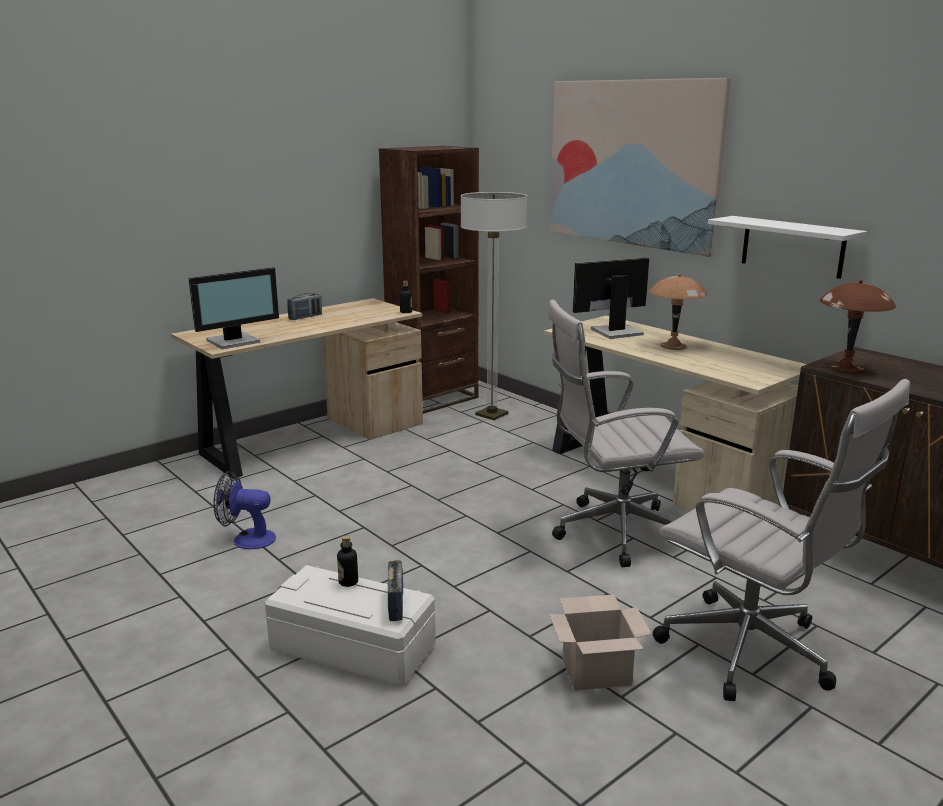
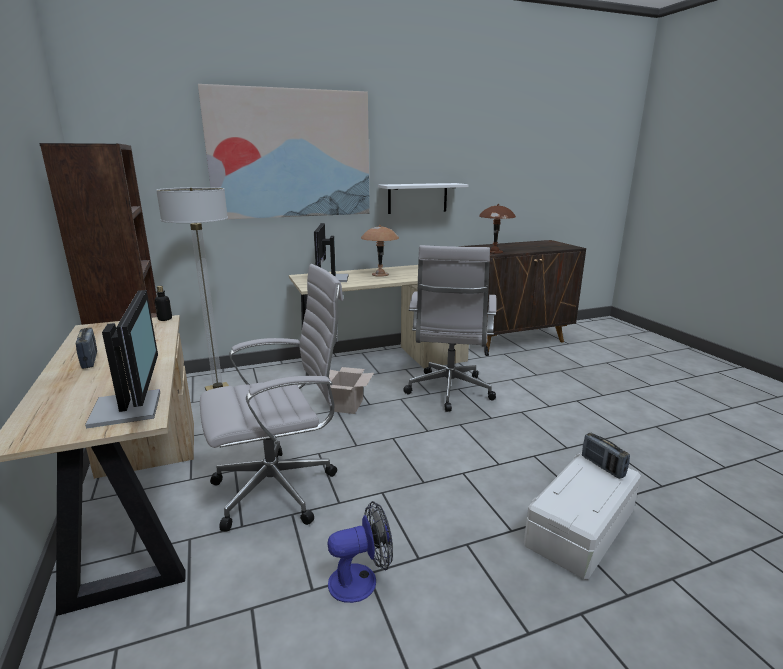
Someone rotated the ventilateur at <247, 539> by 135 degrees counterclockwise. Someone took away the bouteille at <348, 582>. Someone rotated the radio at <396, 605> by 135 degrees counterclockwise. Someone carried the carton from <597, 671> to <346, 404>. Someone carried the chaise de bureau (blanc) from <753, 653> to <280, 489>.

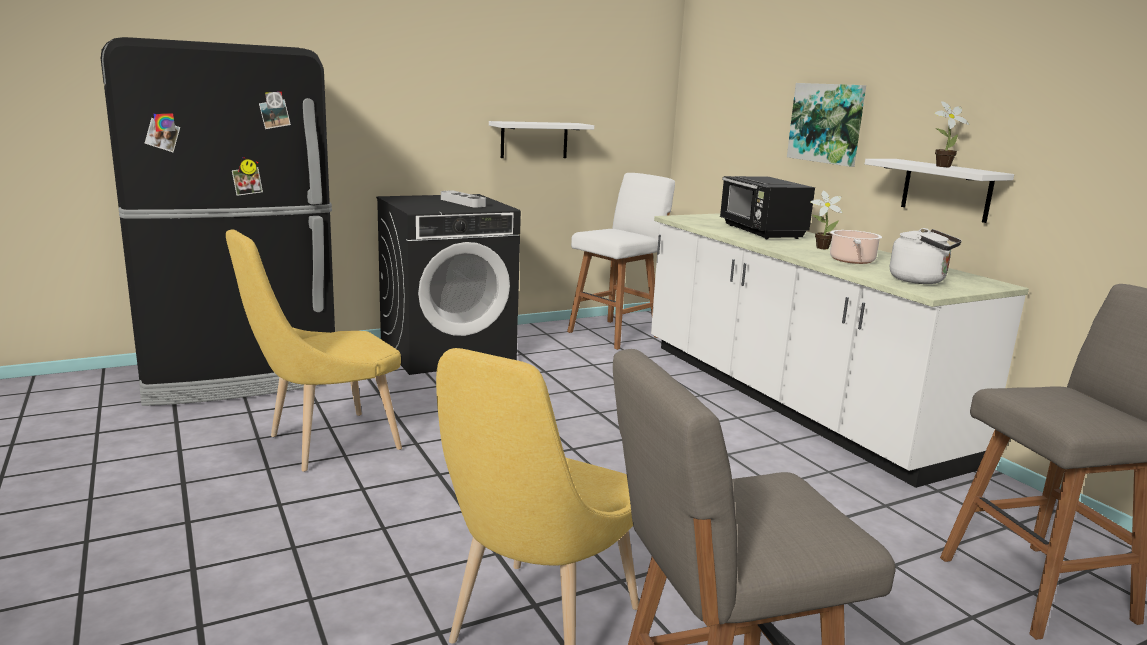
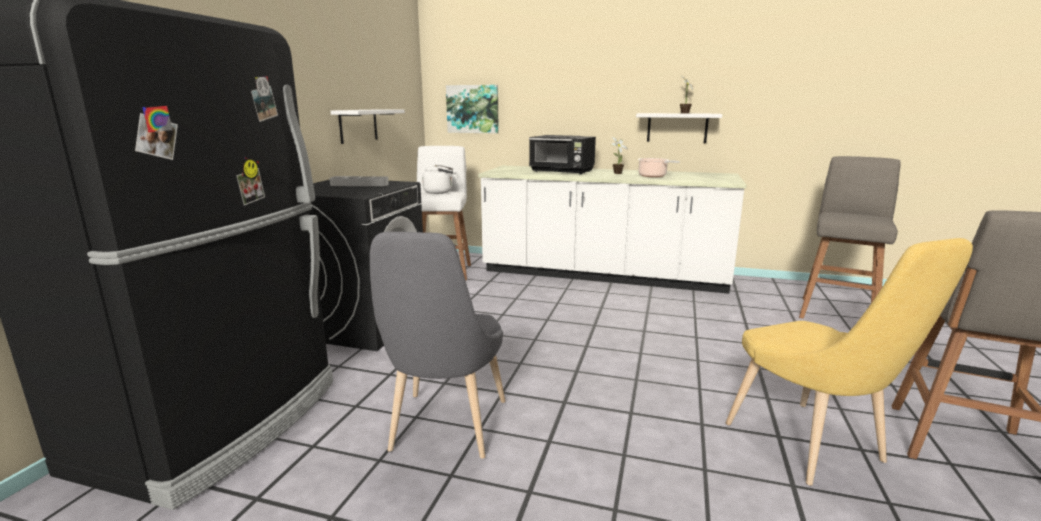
Someone repainted the chaise (jaune) at <325, 444>, which became the chaise (gris) at <445, 430>. Someone carried the tableau from <827, 123> to <473, 109>. Someone carried the bouilloire (blanc) from <920, 281> to <440, 192>.

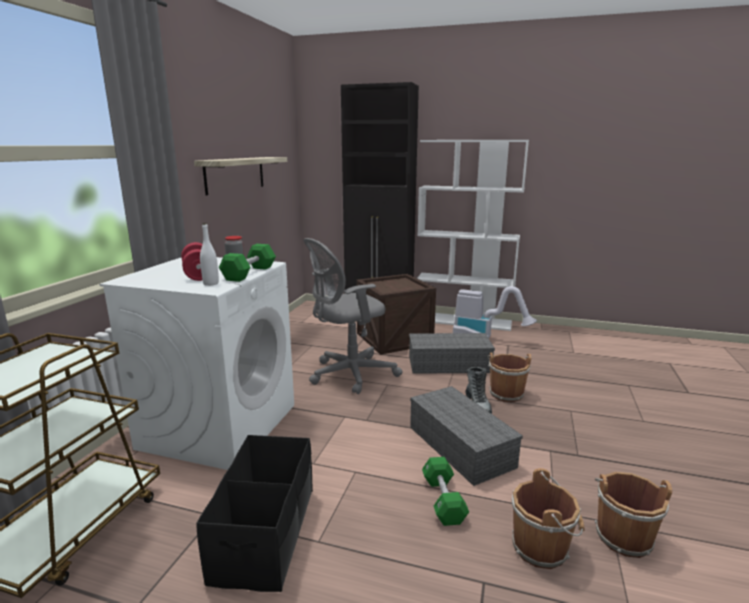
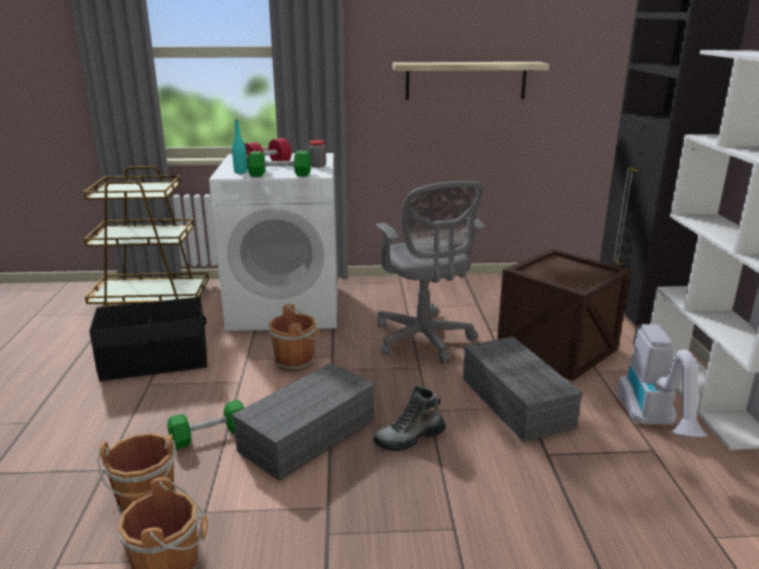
Someone repainted the bouteille (blanc) at <211, 283>, which became the bouteille (turquoise) at <240, 172>. Someone rotated the chaise de bureau (gris) at <349, 374> by 150 degrees counterclockwise. Someone carried the seau (marron) from <505, 393> to <296, 361>.

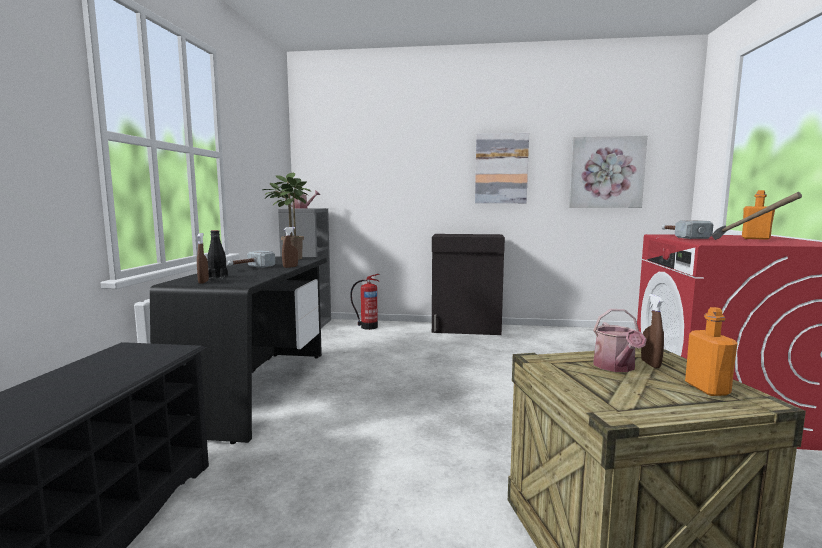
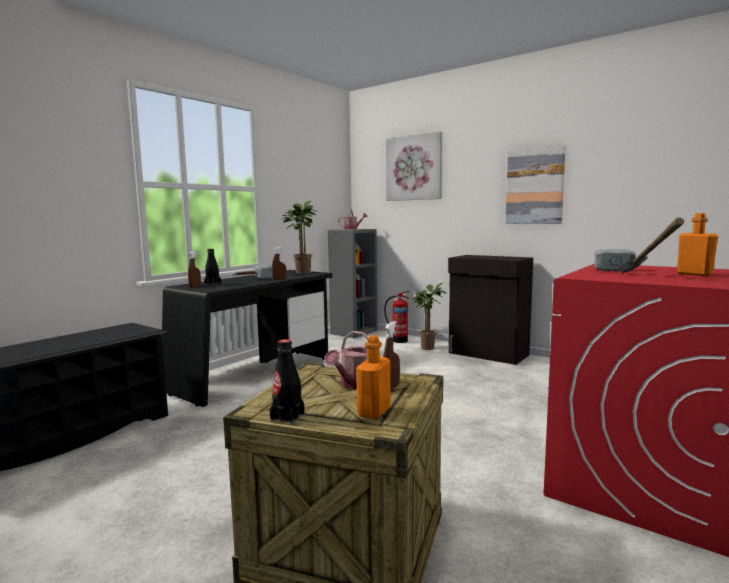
Someone carried the tableau from <606, 172> to <414, 168>. Someone put down the bouteille (noir) at <287, 417>. Someone put down the plante en pot at <427, 347>.

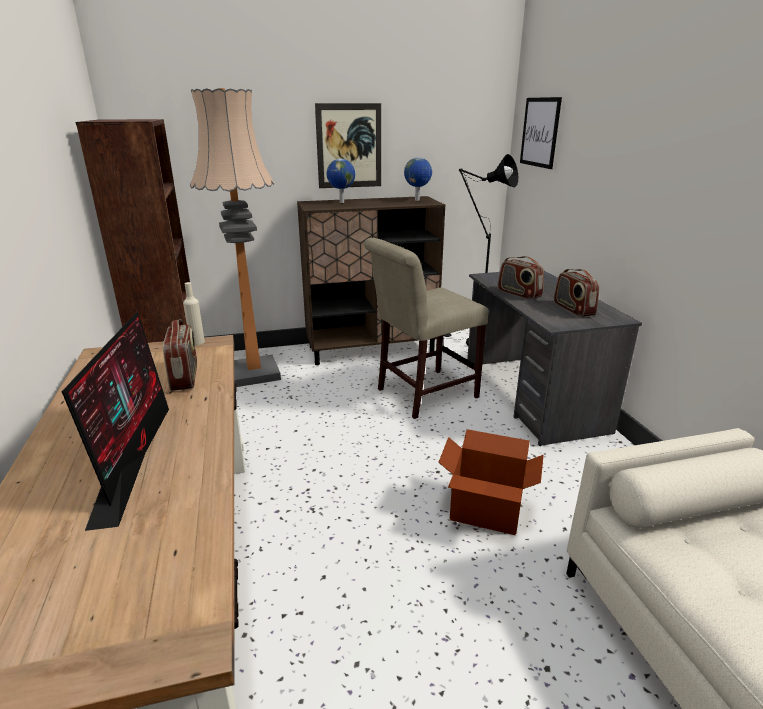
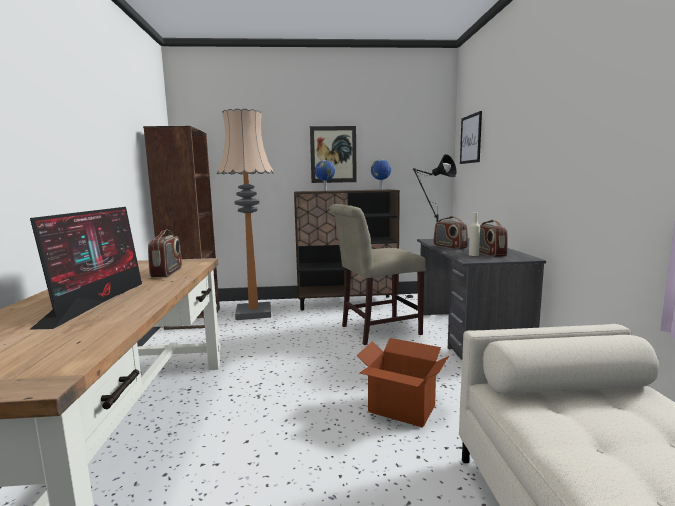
Someone carried the bouteille (beige) from <197, 342> to <473, 255>.

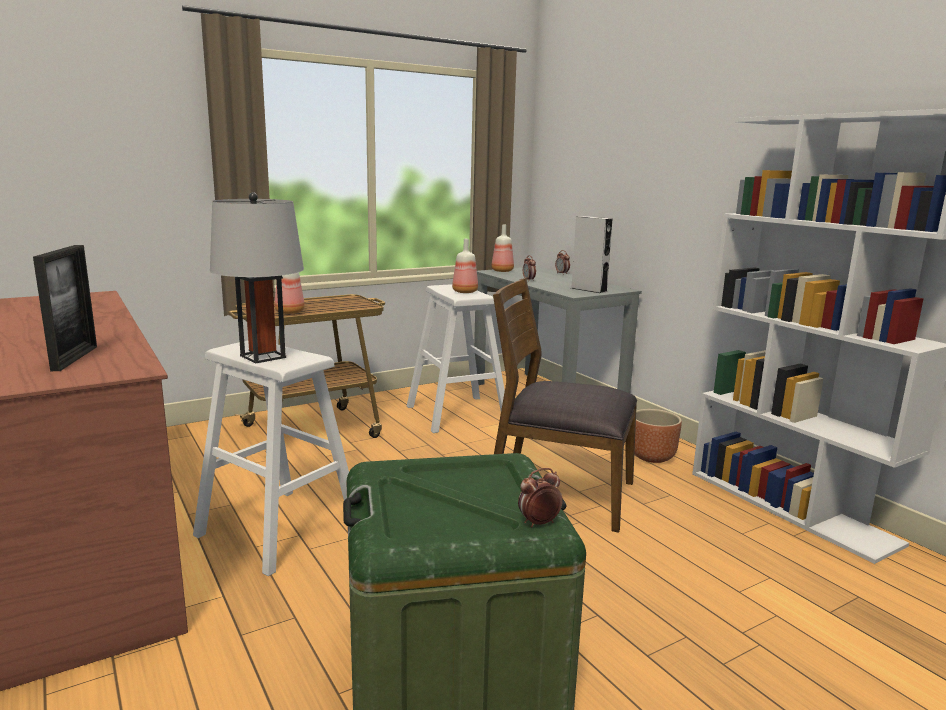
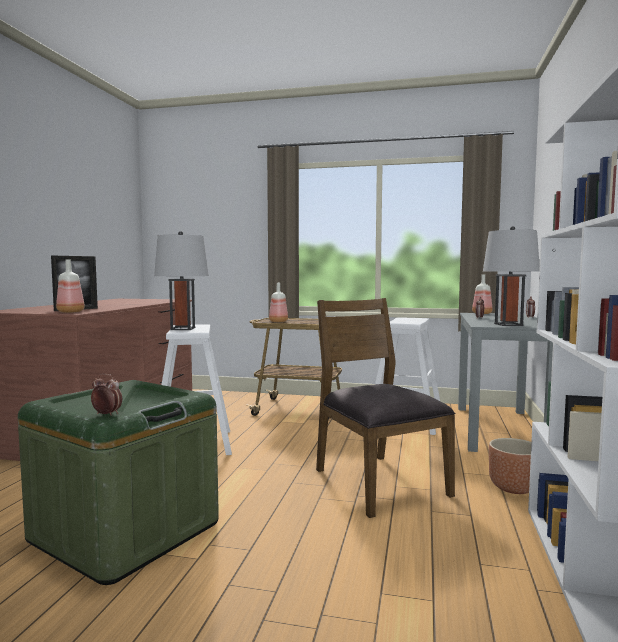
Someone carried the bouteille from <464, 291> to <71, 312>. Someone swapped the enceinte (gris) at <589, 290> for the lampe de table (gris) at <508, 324>.

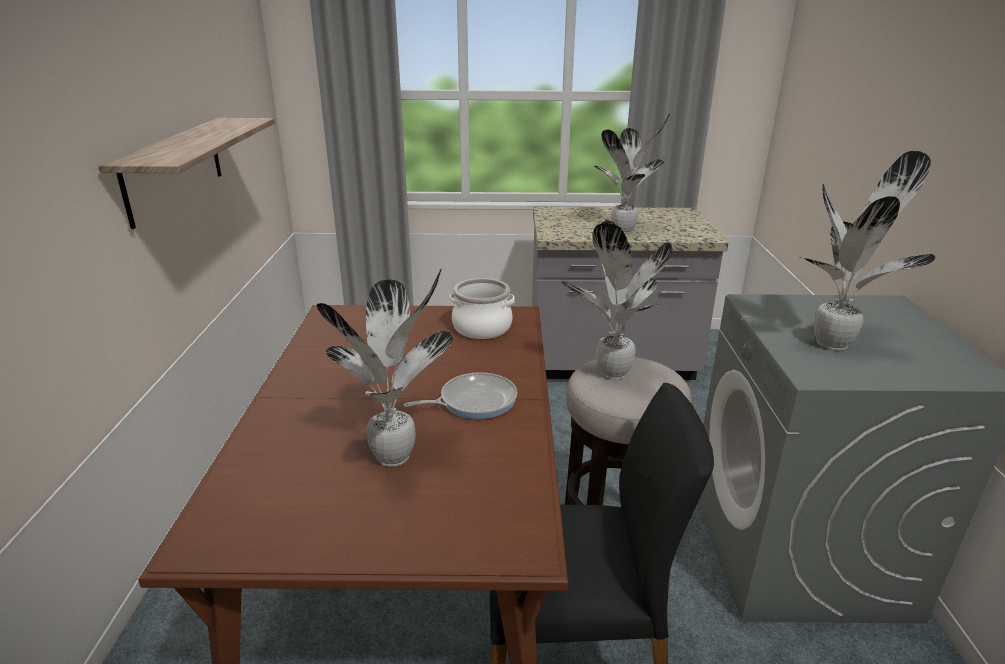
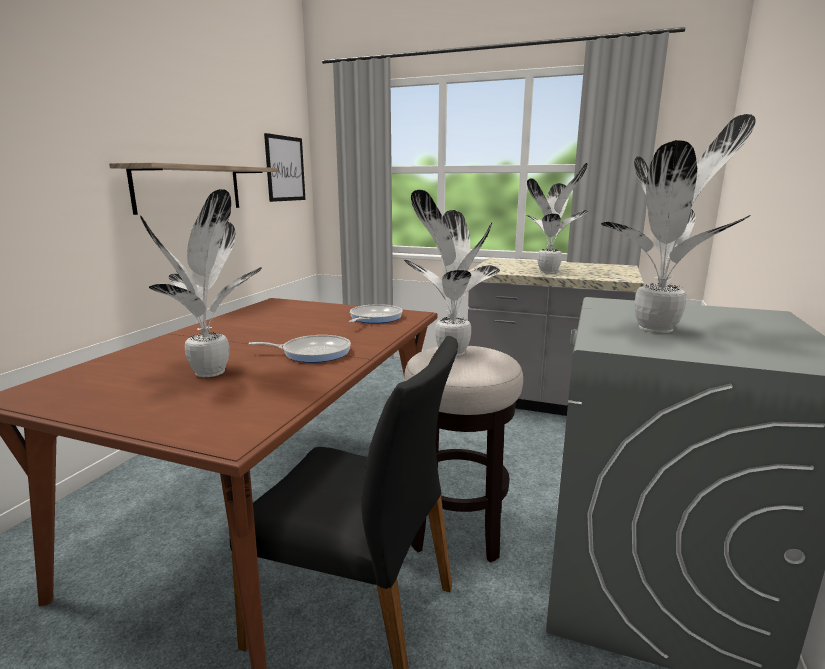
Someone swapped the marmite at <482, 328> for the poêle at <374, 318>. Someone put up the tableau at <285, 168>.

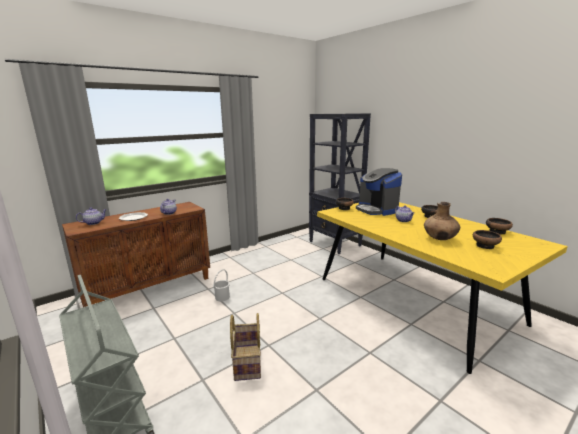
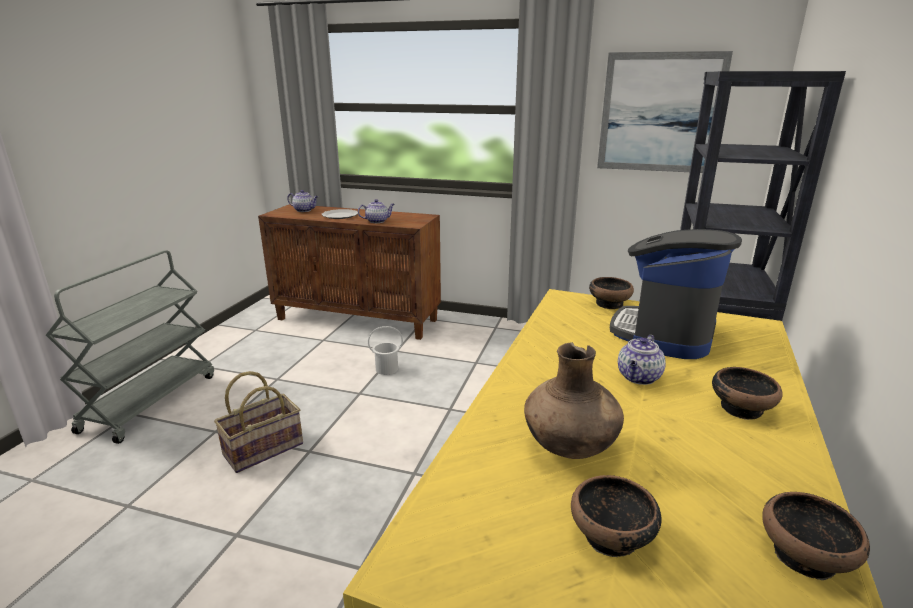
Someone put up the tableau at <660, 113>.

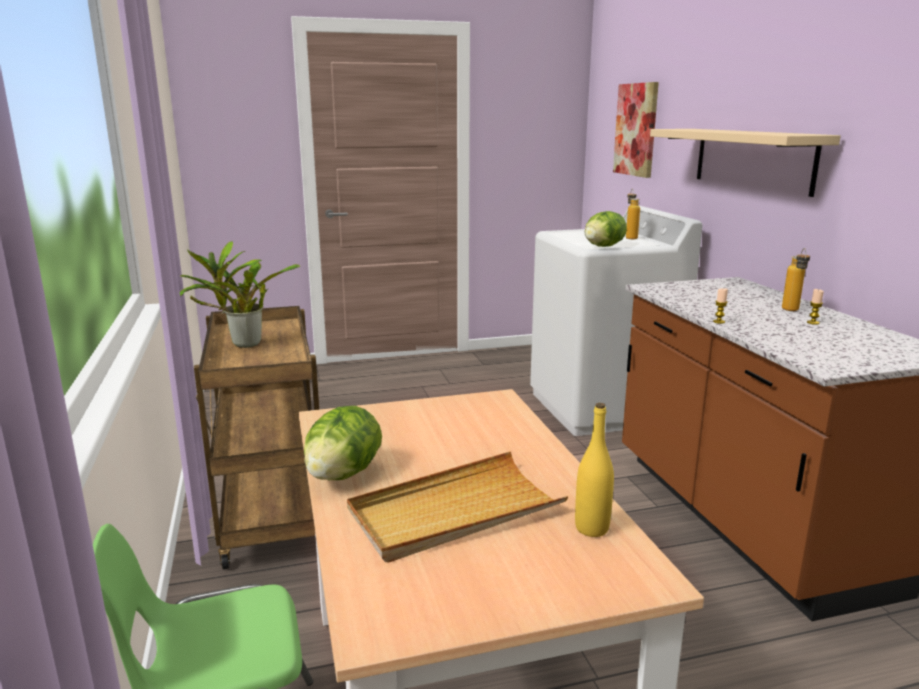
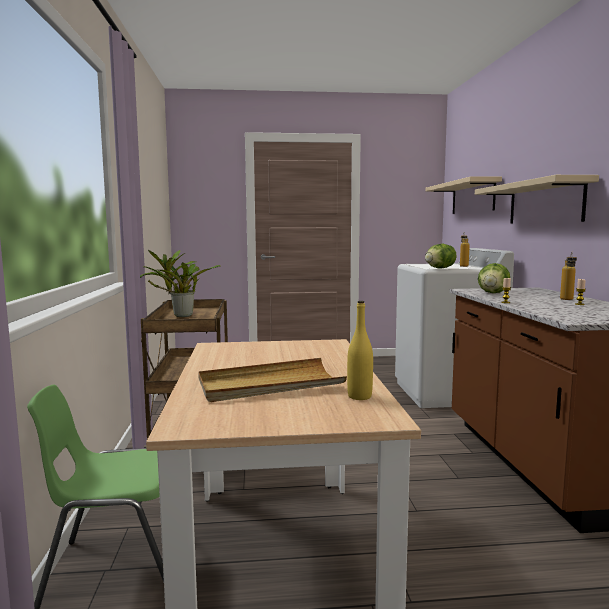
Someone carried the laitue from <343, 474> to <493, 293>. Someone swapped the tableau at <636, 129> for the étagère (beige) at <472, 197>.

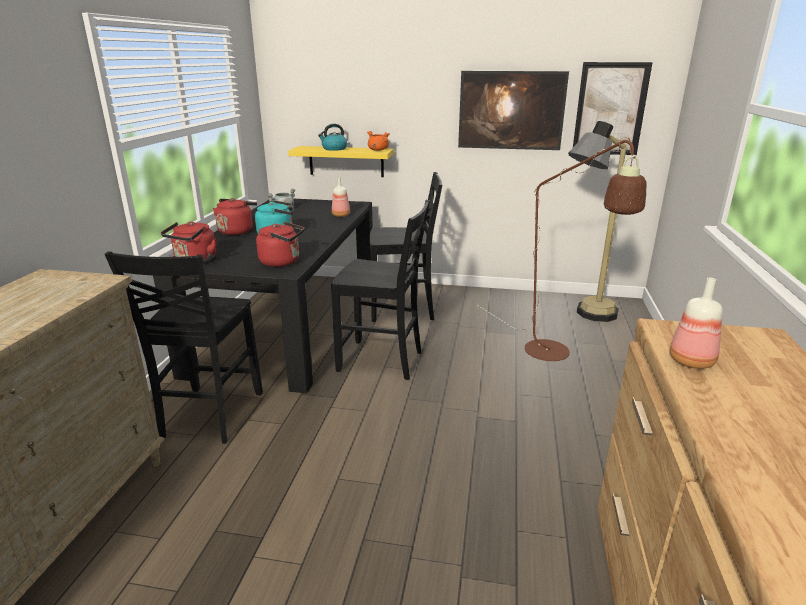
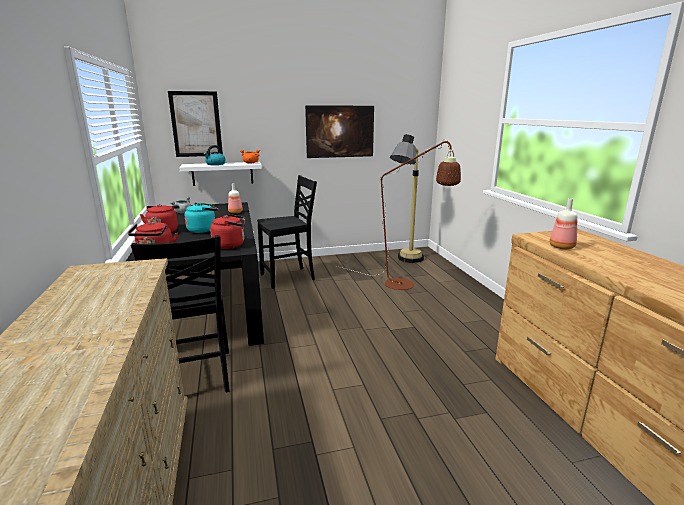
Someone repainted the étagère (jaune) at <346, 161>, which became the étagère (blanc) at <222, 173>. Someone took away the chaise (noir) at <382, 361>. Someone carried the tableau from <610, 109> to <196, 124>.

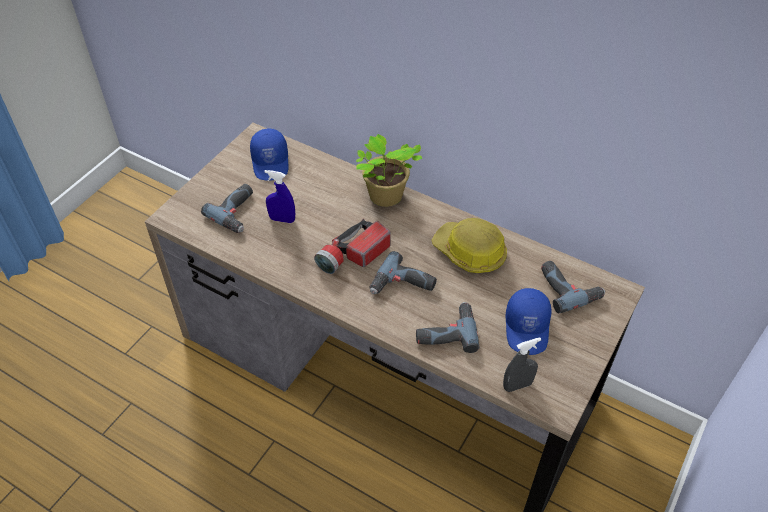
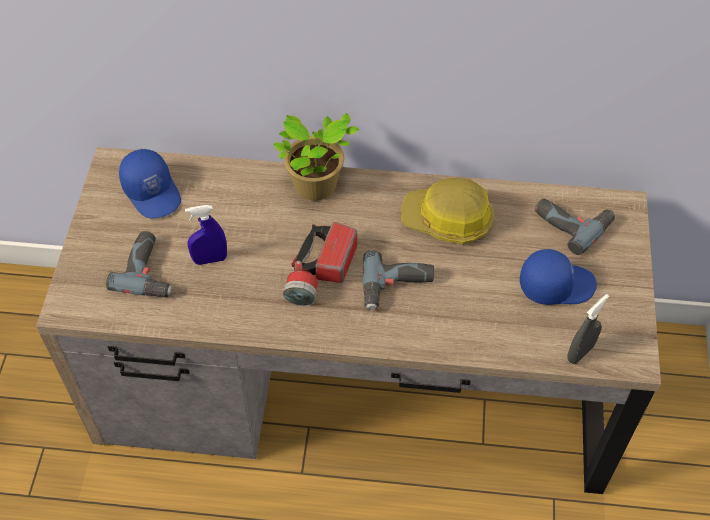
Someone took away the perceuse at <445, 331>. Someone rotated the casquette (bleu) at <528, 328> by 75 degrees counterclockwise.

